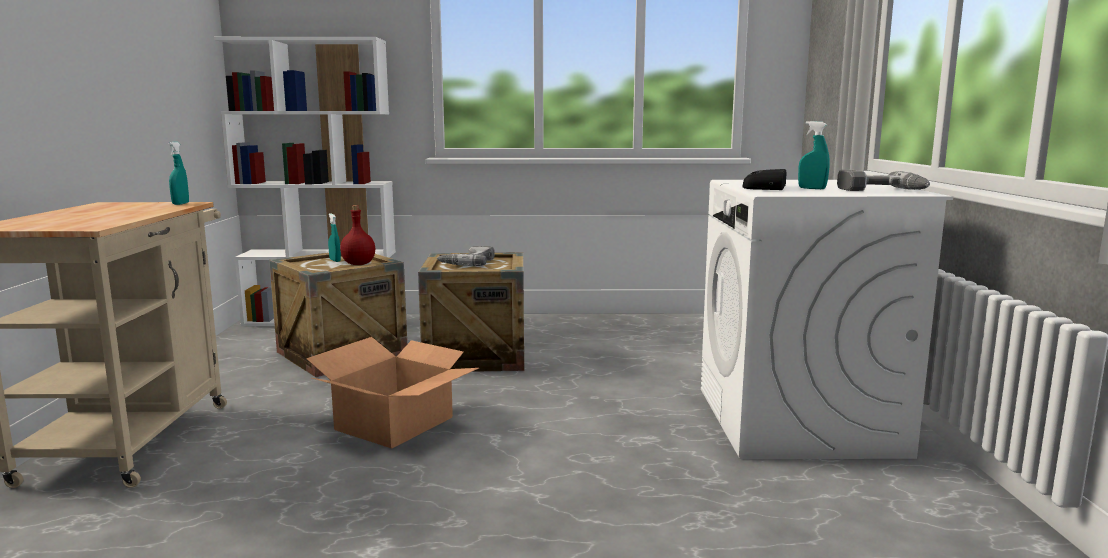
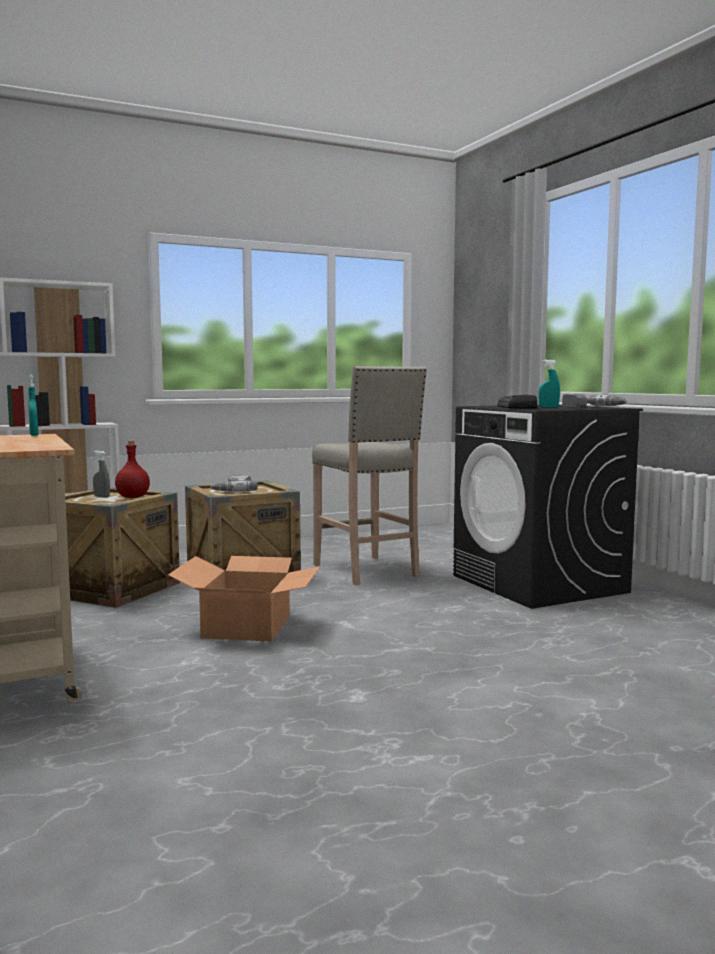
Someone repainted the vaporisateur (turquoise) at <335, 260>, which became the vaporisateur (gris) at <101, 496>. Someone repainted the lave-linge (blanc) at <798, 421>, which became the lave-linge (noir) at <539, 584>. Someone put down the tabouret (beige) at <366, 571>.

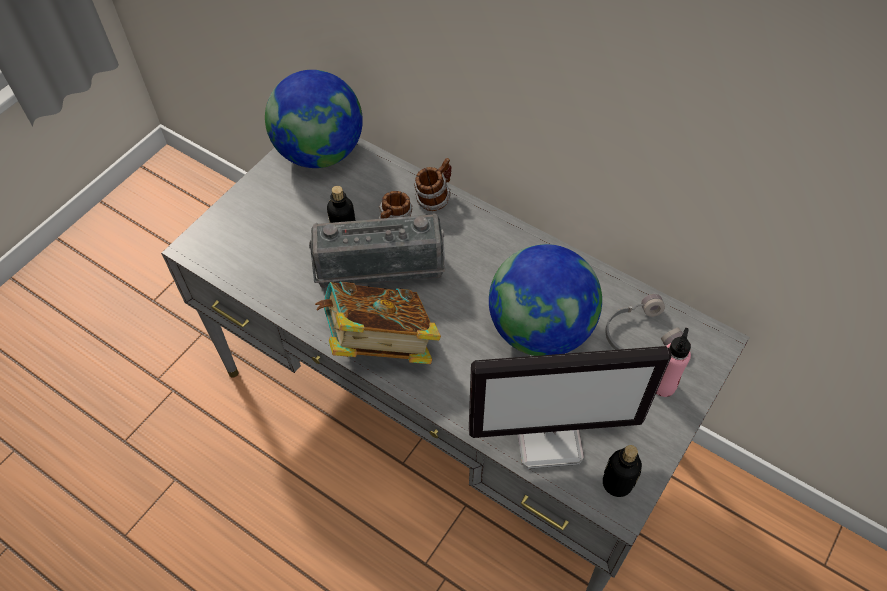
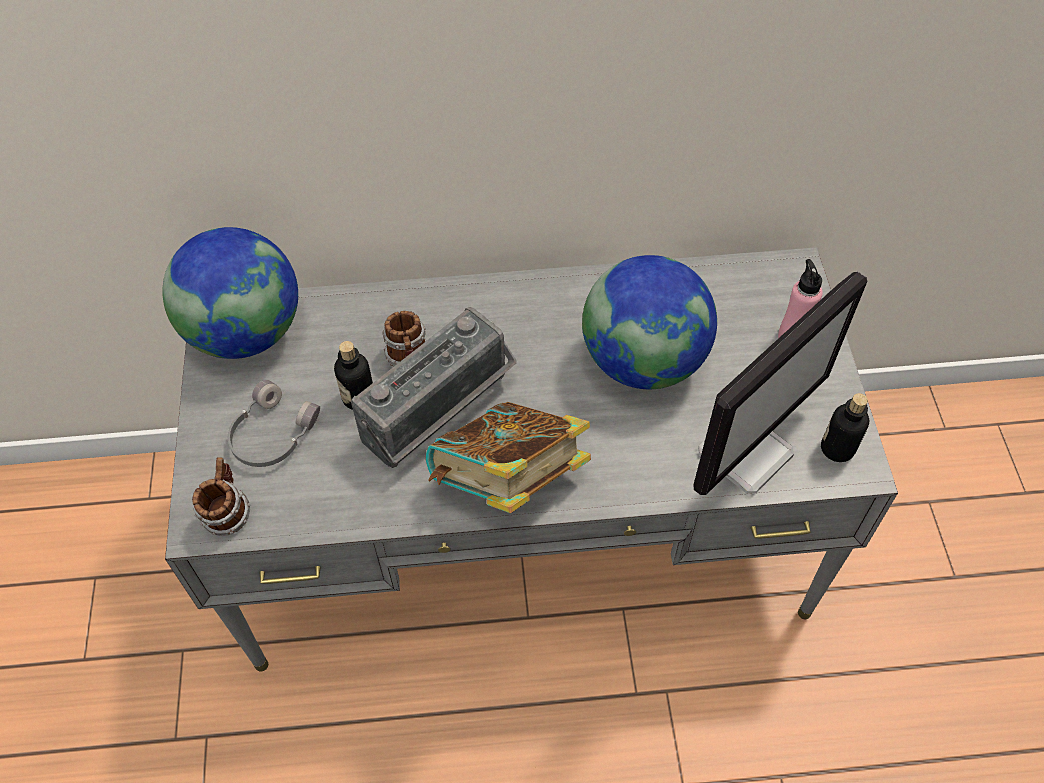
Someone carried the mug from <434, 198> to <227, 513>. Someone carried the casque audio (gris) from <638, 334> to <271, 434>.

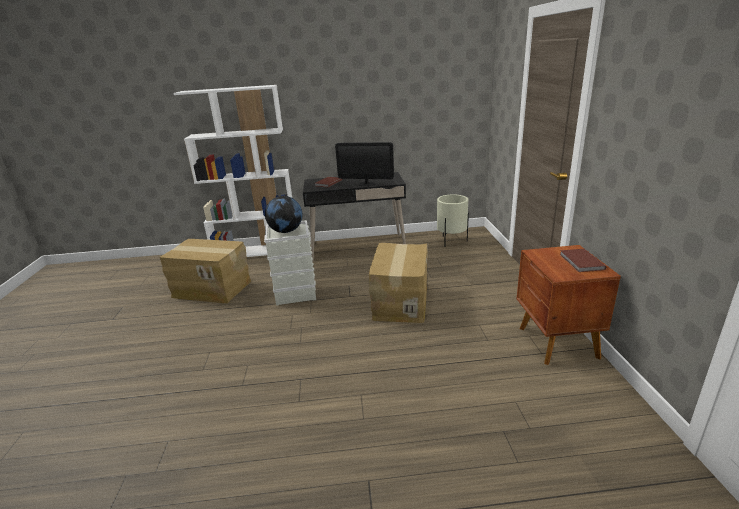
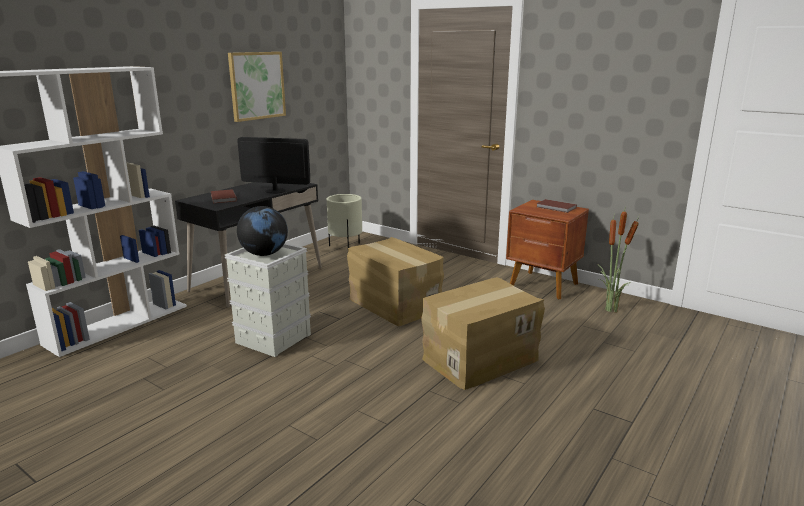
Someone carried the carton from <212, 288> to <479, 359>. Someone rotated the écran d'ordinateur at <366, 184> by 135 degrees counterclockwise. Someone put up the tableau at <256, 85>. Someone put down the plante en pot at <609, 310>.

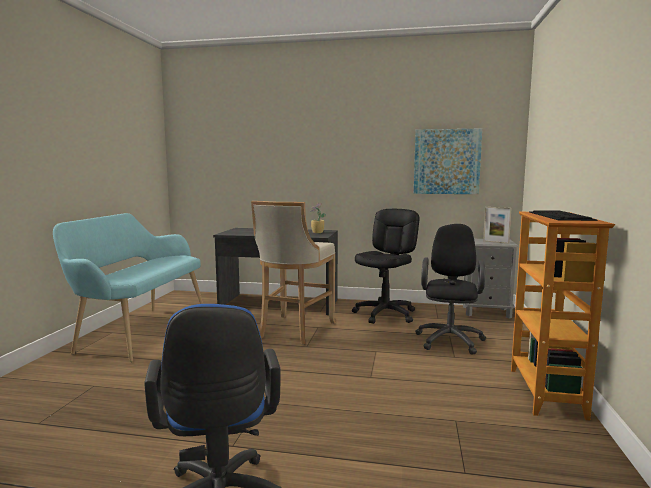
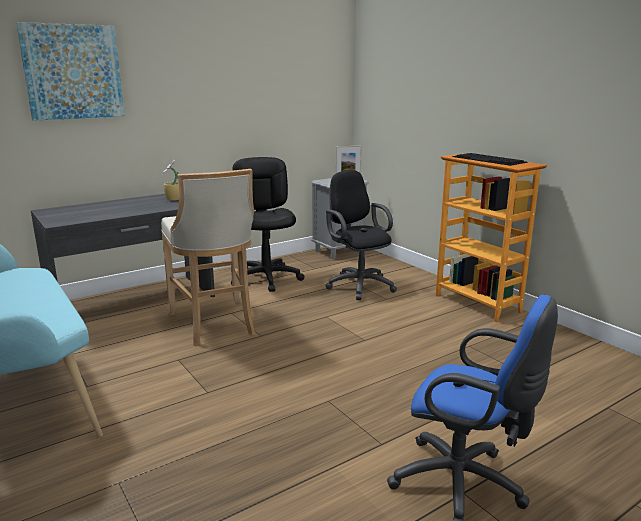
Someone carried the tableau from <446, 161> to <73, 72>.

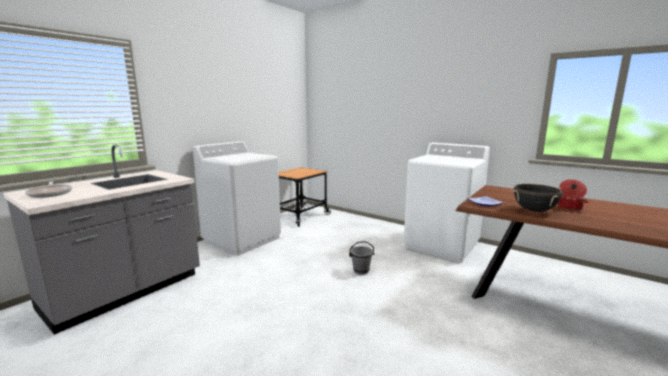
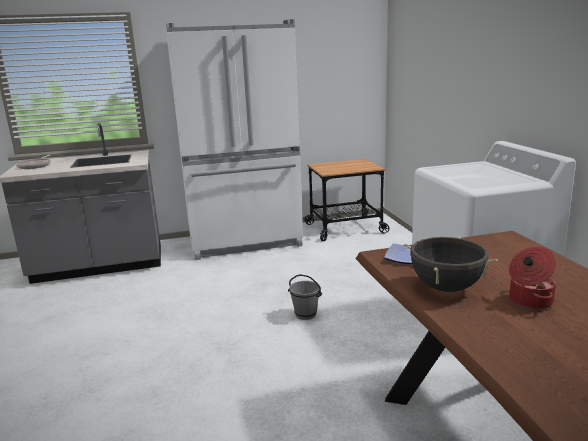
Someone swapped the lave-linge (blanc) at <242, 239> for the réfrigérateur (blanc) at <245, 242>.

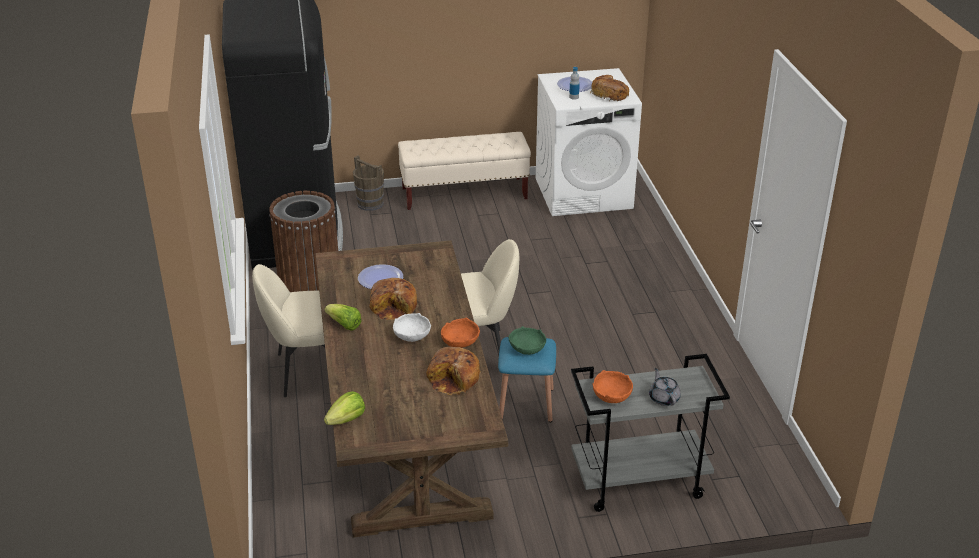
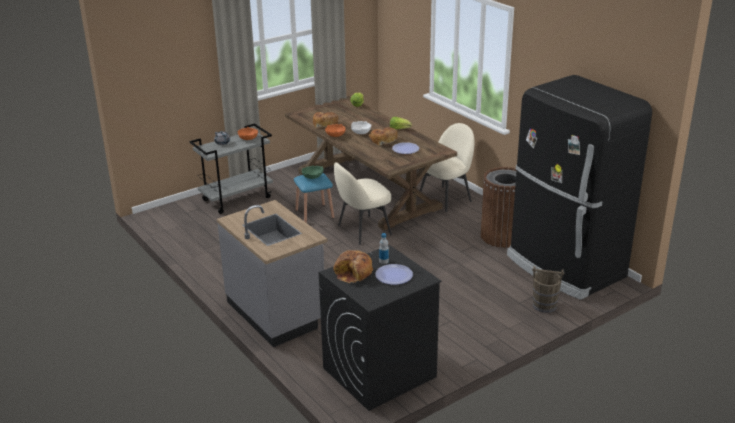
Someone took away the banc (beige) at <464, 194>. Someone repainted the lave-linge (blanc) at <584, 193>, which became the lave-linge (noir) at <379, 373>. Someone put down the comptoir de cuisine (gris) at <277, 312>.

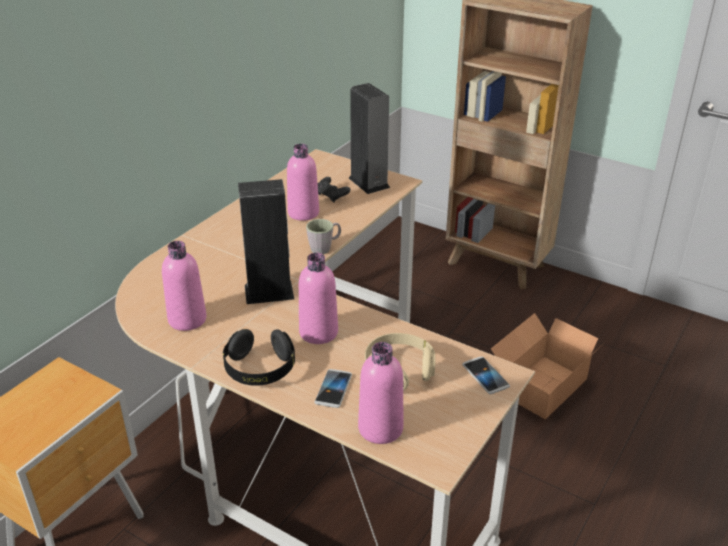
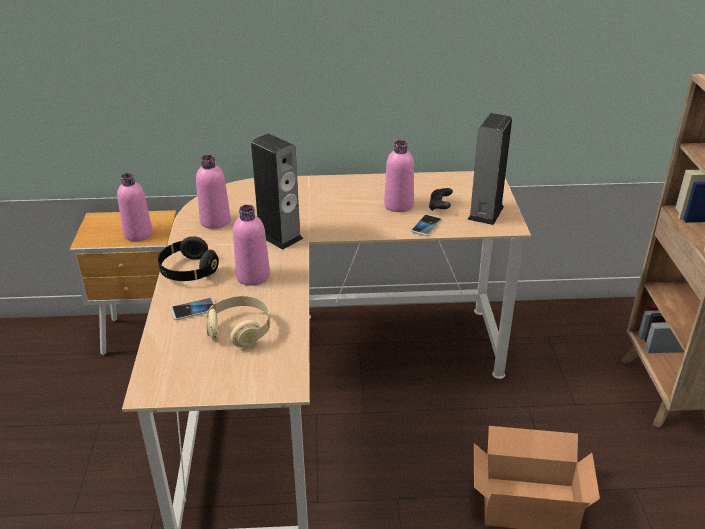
Someone took away the mug (gris) at <325, 247>. Someone carried the bouteille (rose) from <380, 428> to <138, 234>. Someone carried the téléphone from <485, 376> to <426, 226>.

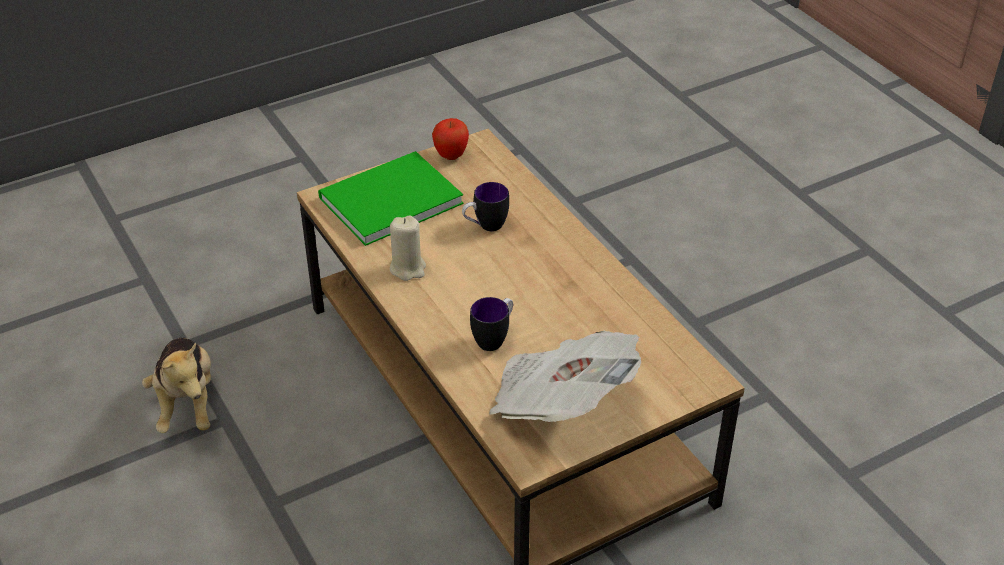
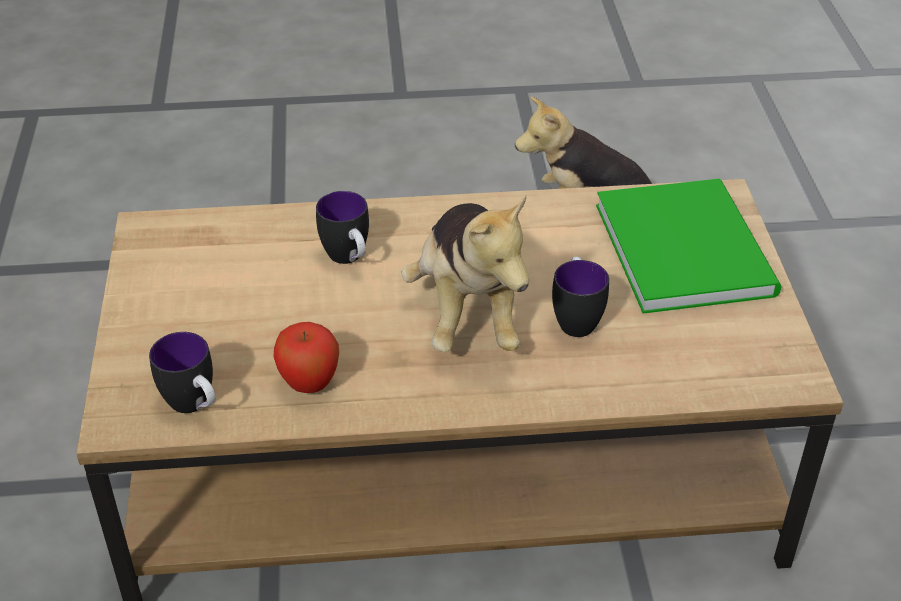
Someone took away the bougie (beige) at <408, 268>. Someone carried the pomme from <451, 156> to <309, 384>. Someone took away the journal at <560, 402>. Someone put down the mug at <195, 407>. Someone put down the peluche at <467, 312>.

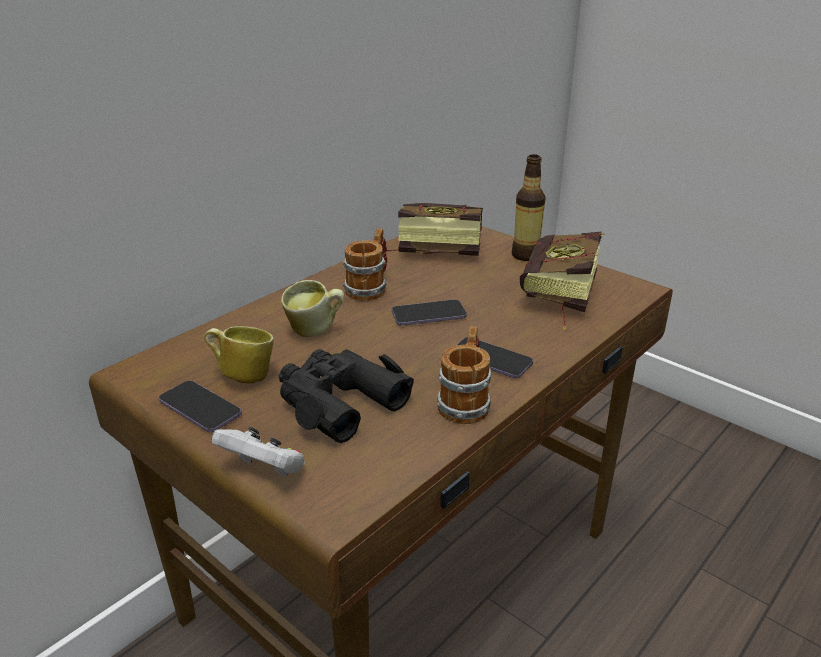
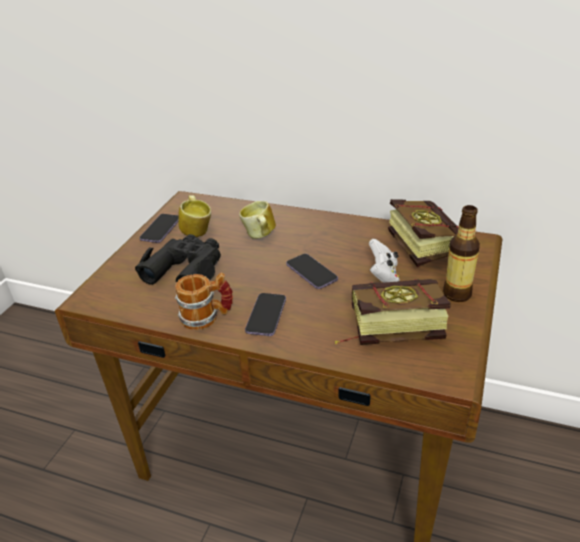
Someone carried the manette (blanc) from <265, 470> to <383, 275>. Someone took away the mug at <370, 288>.

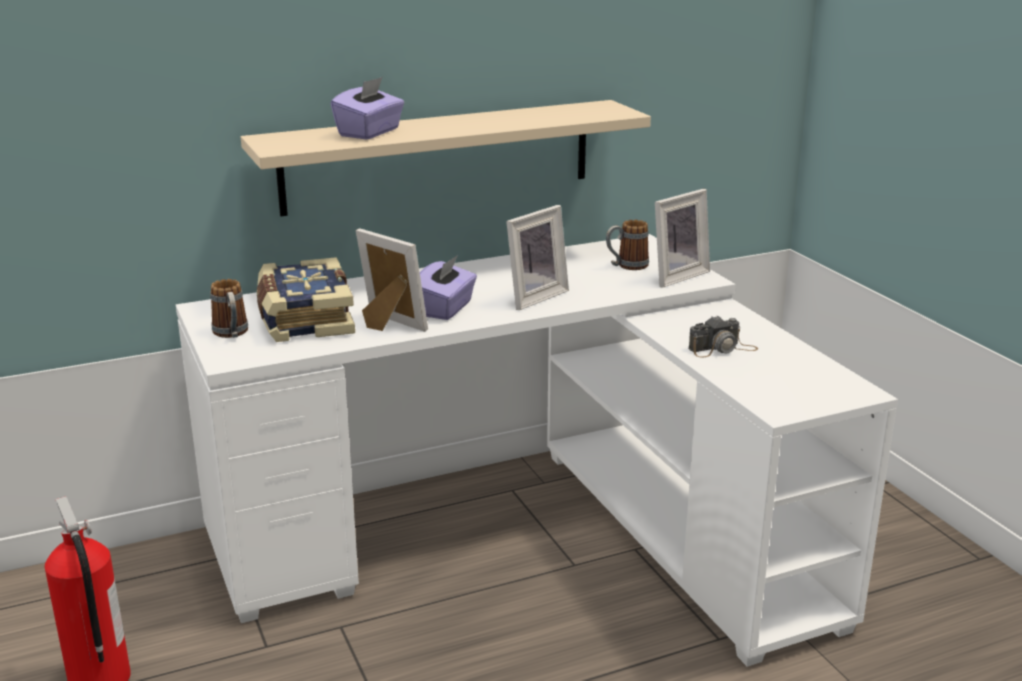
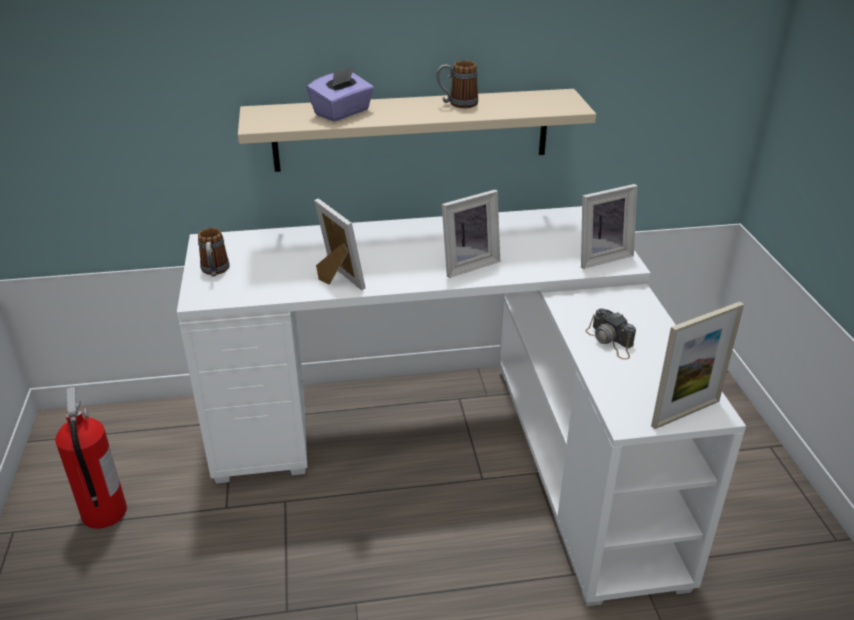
Someone took away the livre at <304, 319>. Someone took away the boîte à mouchoirs (violet) at <445, 309>. Someone carried the mug from <626, 266> to <457, 104>. Someone rotated the appareil photo at <722, 349> by 60 degrees clockwise. Someone put down the cadre photo at <685, 413>.

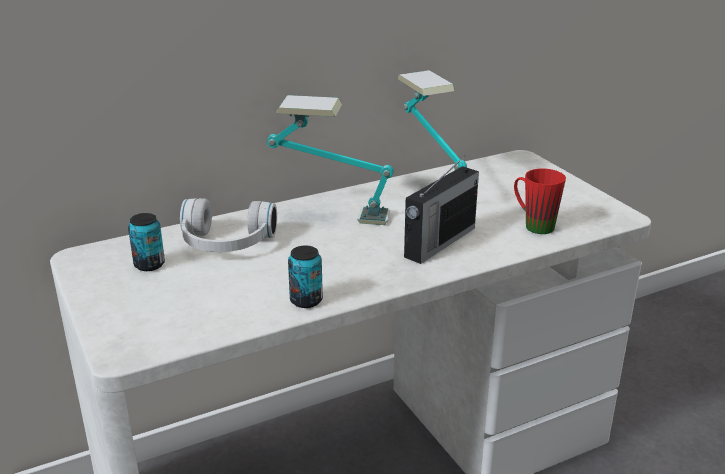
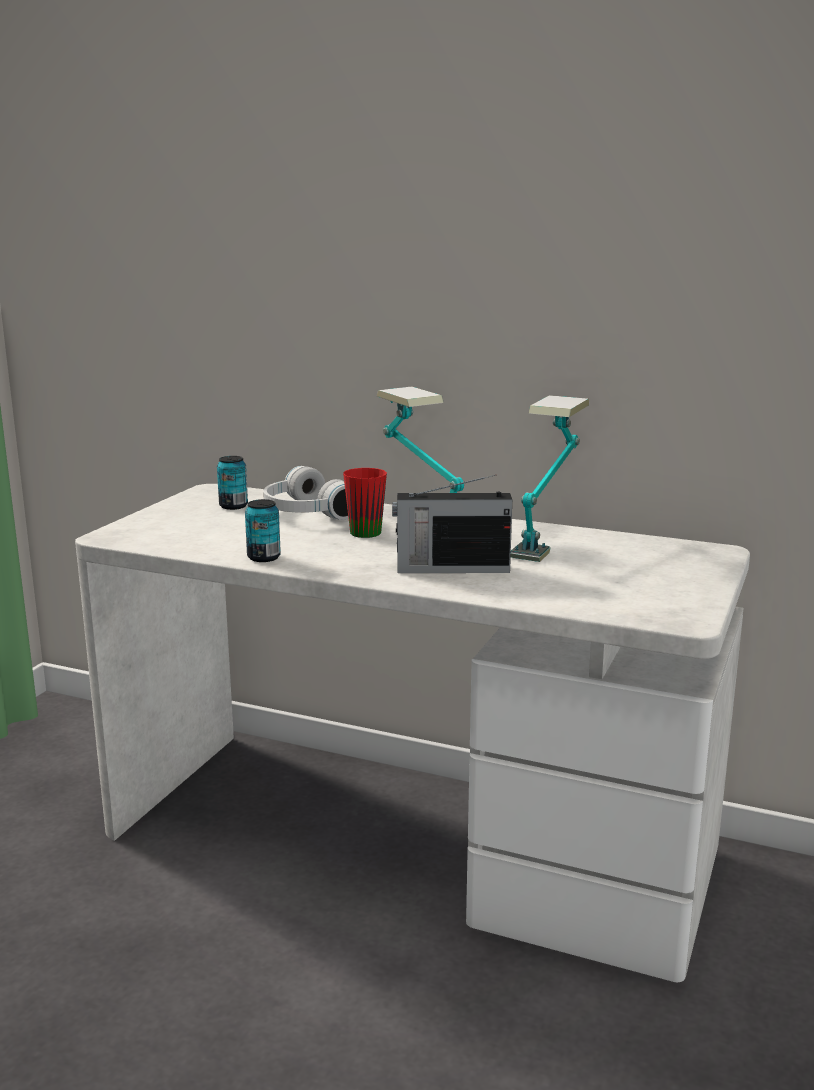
Someone carried the mug (rouge) from <533, 225> to <367, 530>.

